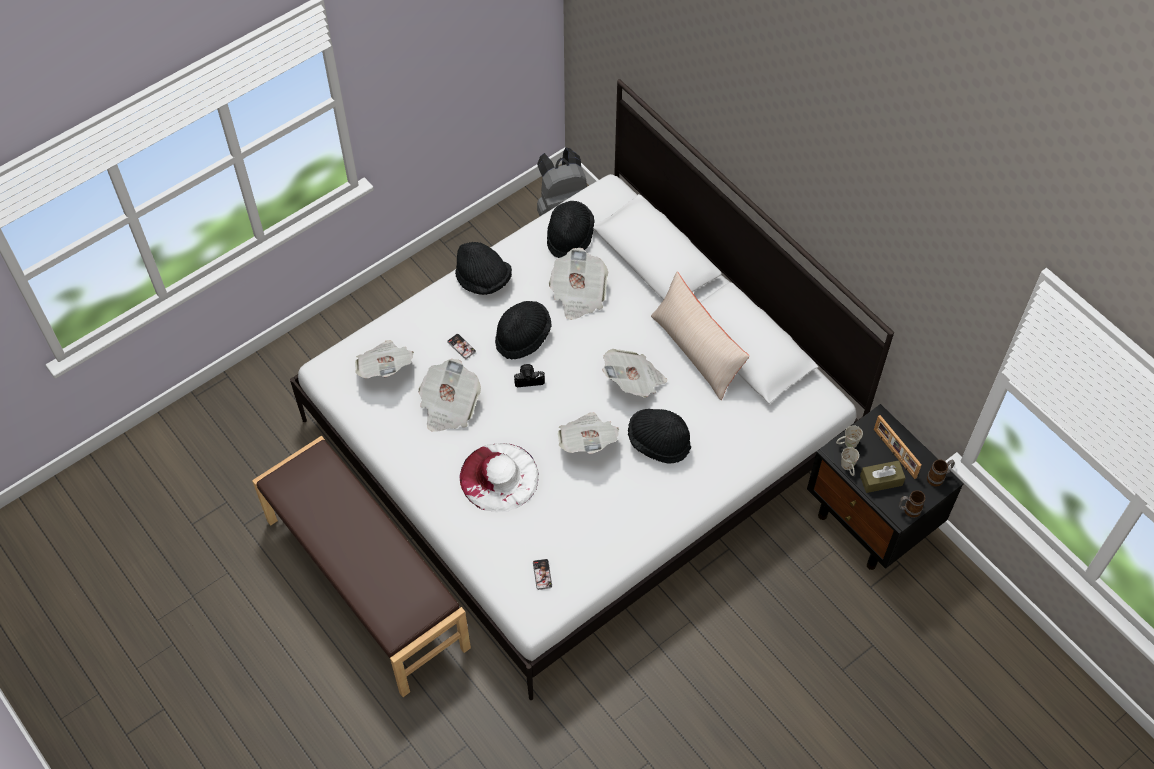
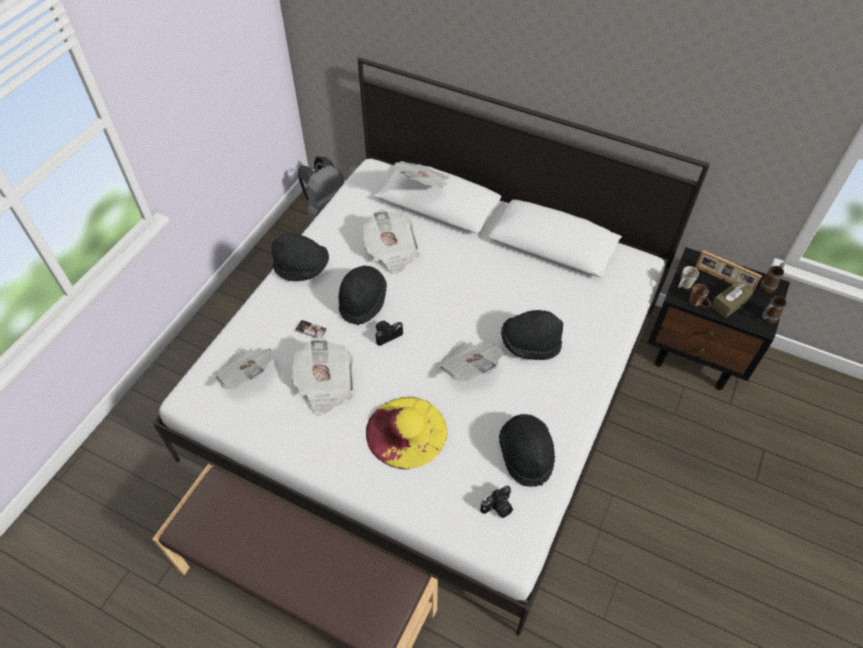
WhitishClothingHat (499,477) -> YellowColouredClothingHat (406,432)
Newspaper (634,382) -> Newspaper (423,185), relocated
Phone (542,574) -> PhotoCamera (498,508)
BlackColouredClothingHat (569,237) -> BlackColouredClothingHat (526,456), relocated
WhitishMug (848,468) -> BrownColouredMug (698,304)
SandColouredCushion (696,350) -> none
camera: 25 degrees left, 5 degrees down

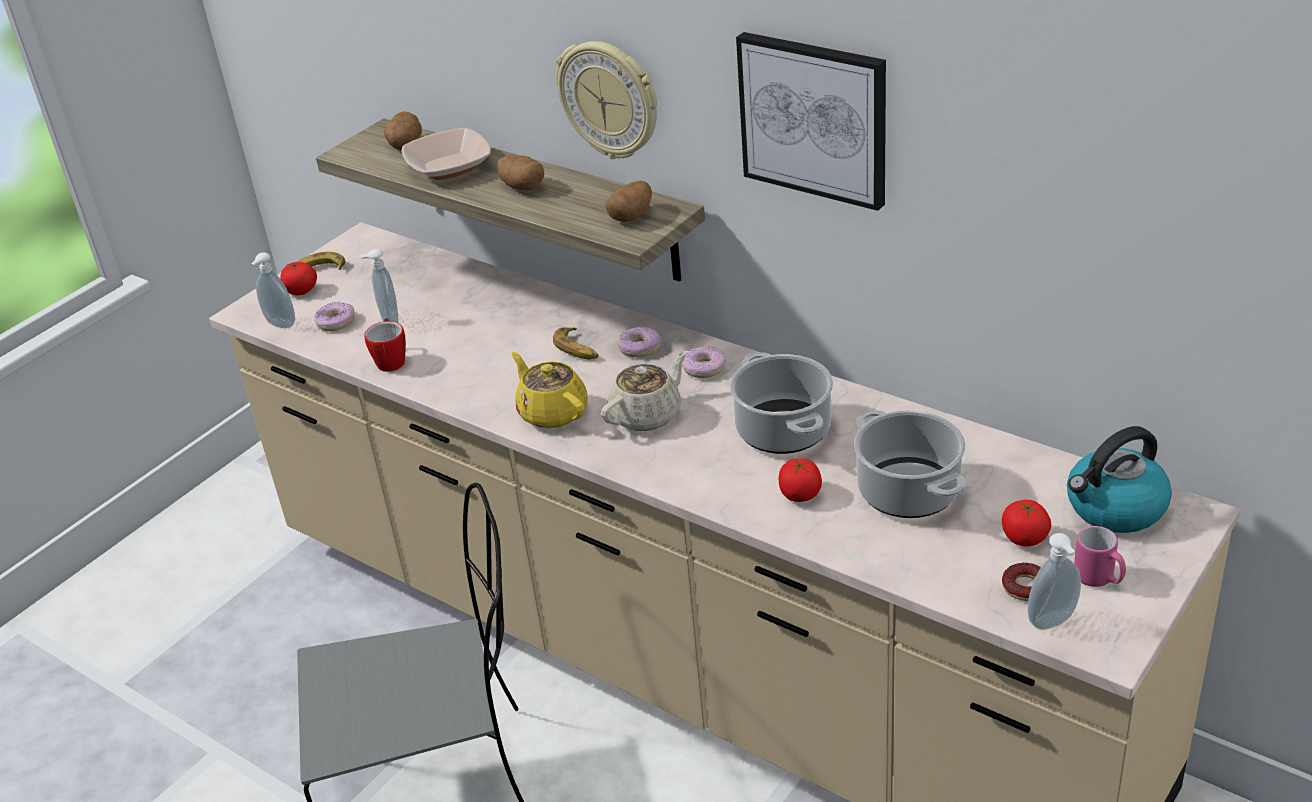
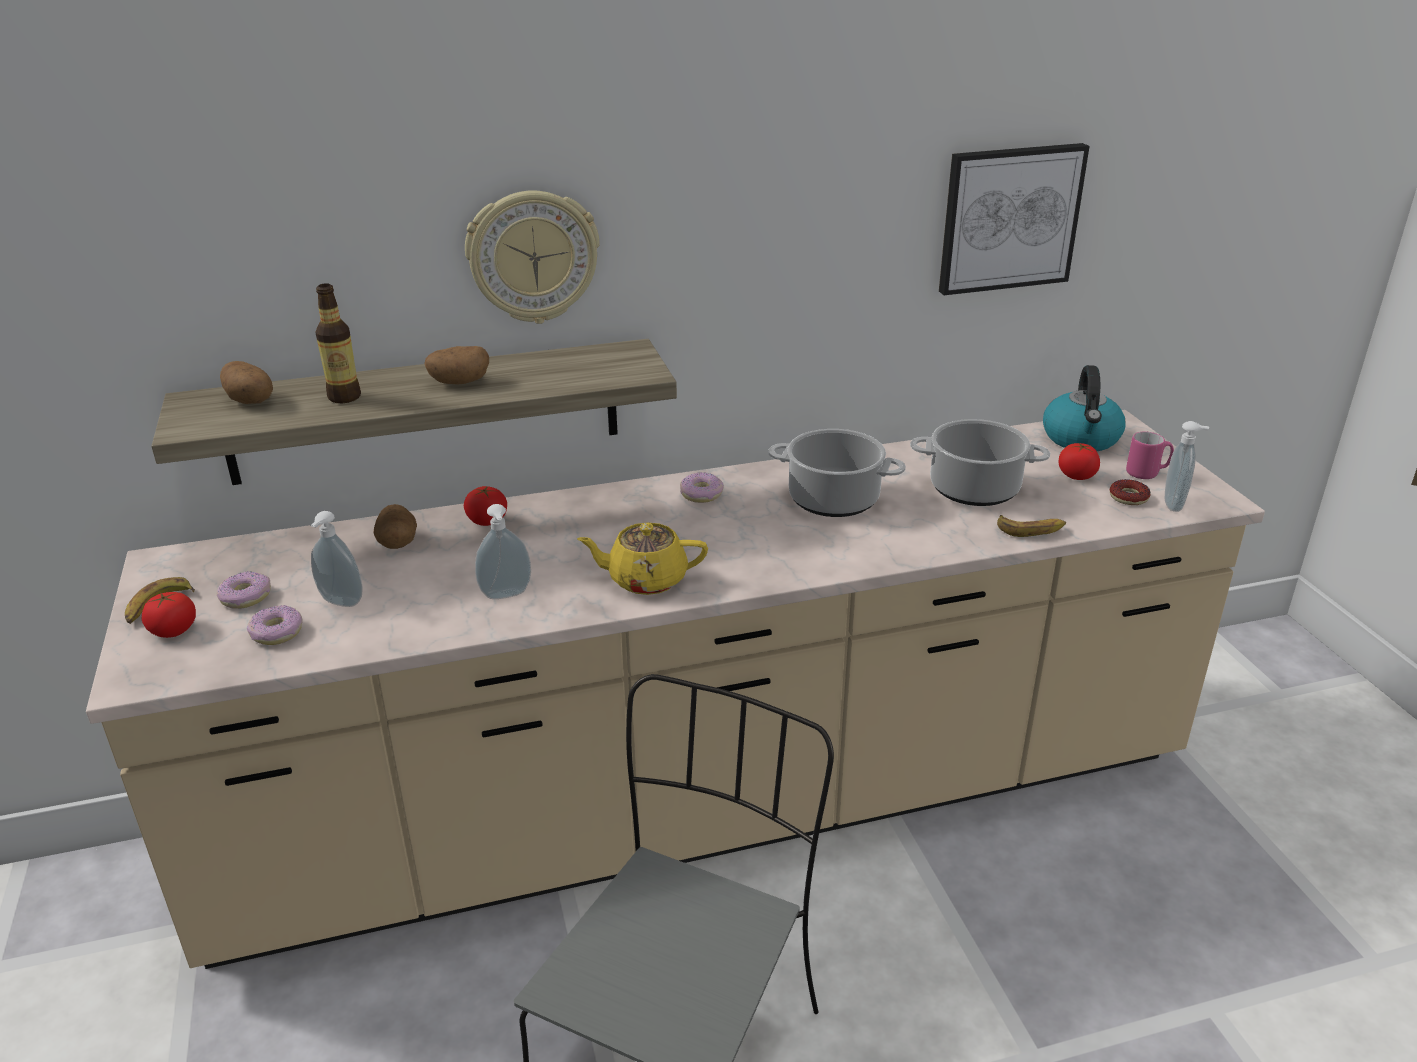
Donut (639,348) -> Donut (245,597), relocated
Bowl (449,167) -> DrinkBottle (344,397)
Potato (631,216) -> Potato (397,542), relocated
WholeTomato (800,494) -> WholeTomato (487,521), relocated
LiquidSoapBottle (279,325) -> LiquidSoapBottle (506,595), relocated
Picture (814,118) -> Picture (1009,218), relocated
WholeBanana (577,349) -> WholeBanana (1031,530), relocated
Mug (391,360) -> none
SandColouredPotForTea (647,415) -> none
camera: 55 degrees left, 5 degrees down

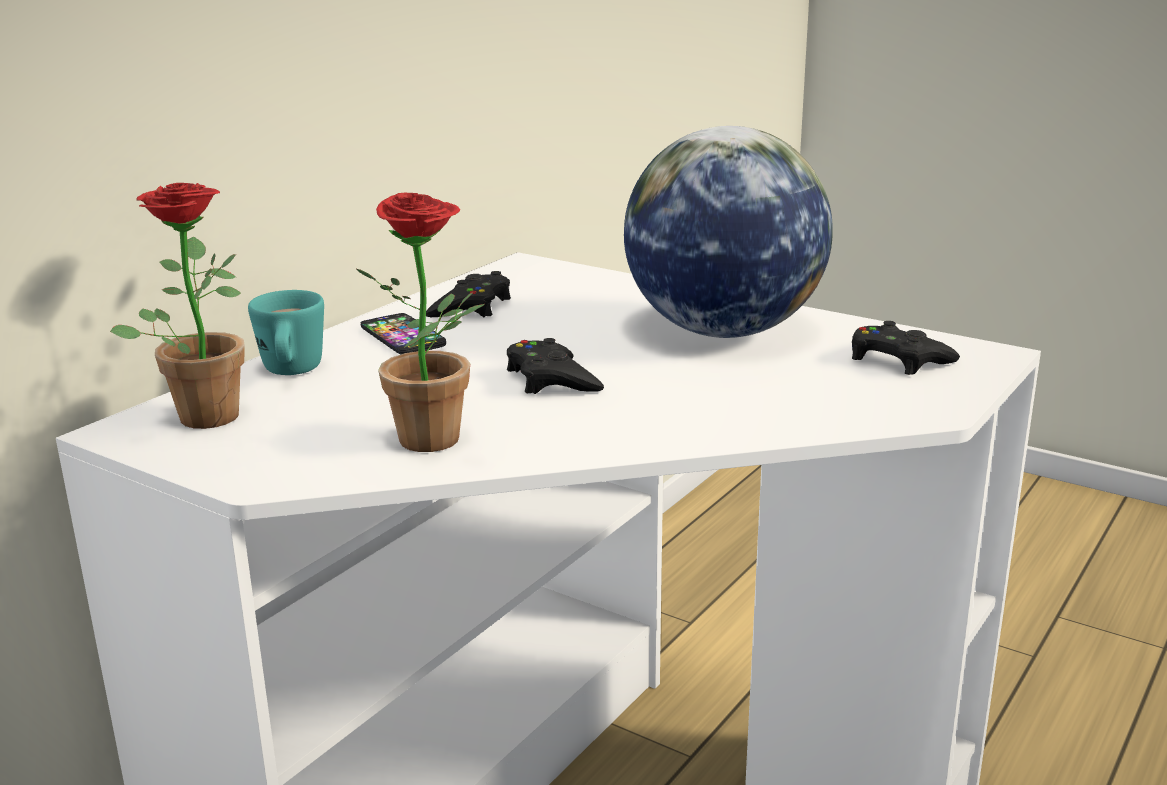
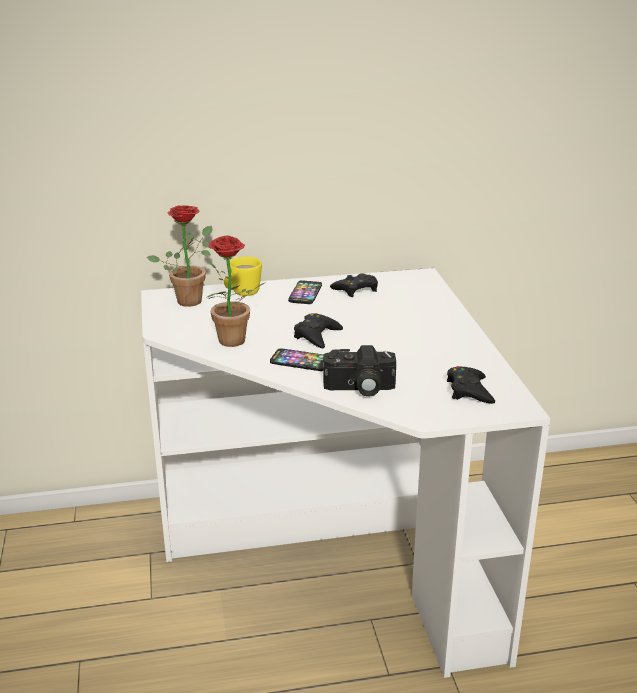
TurquoiseMug (291,373) -> YellowColouredMug (242,294)
none -> Phone (300,361)
none -> PhotoCamera (359,388)
WorldGlobe (722,331) -> none
camera: 45 degrees right, 5 degrees up

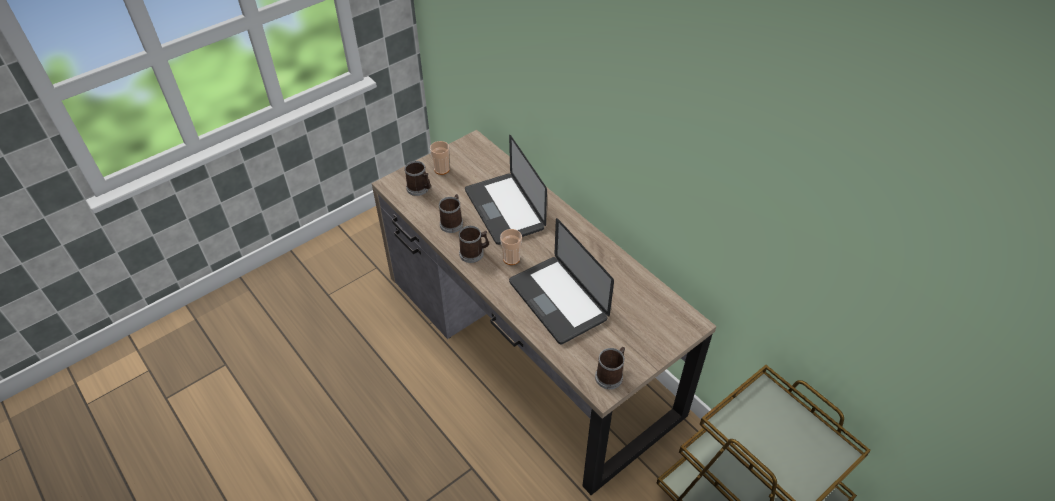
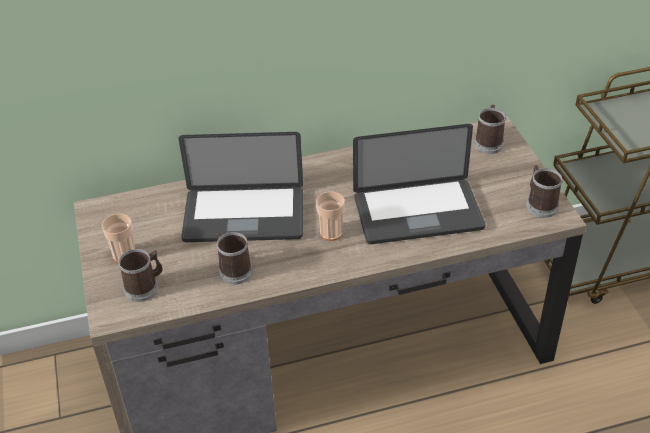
Mug (474,253) -> Mug (488,142), relocated
camera: 65 degrees left, 5 degrees down

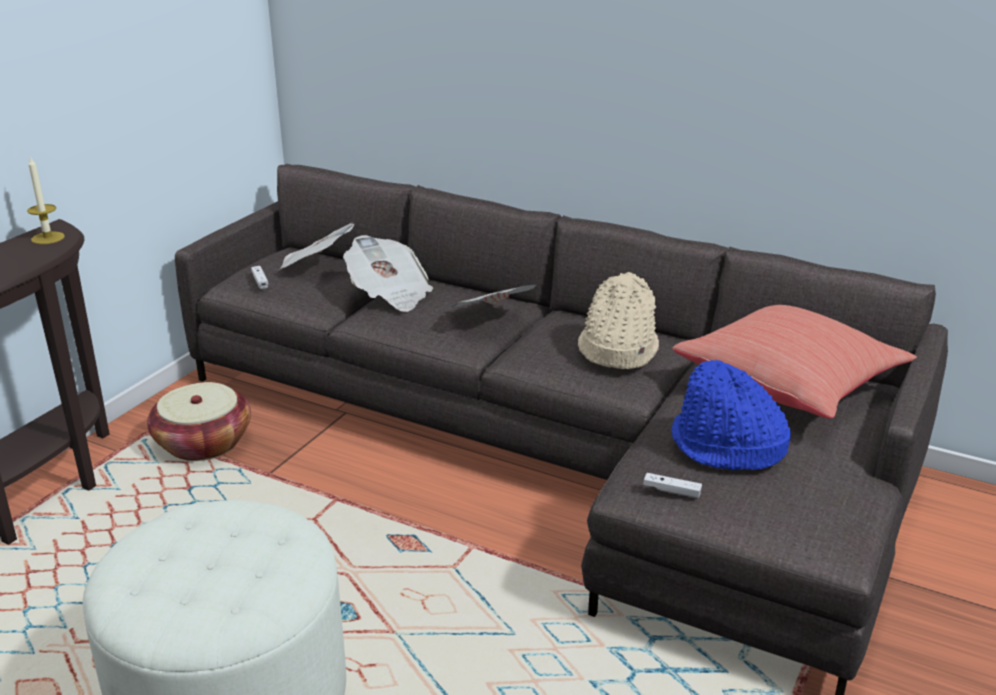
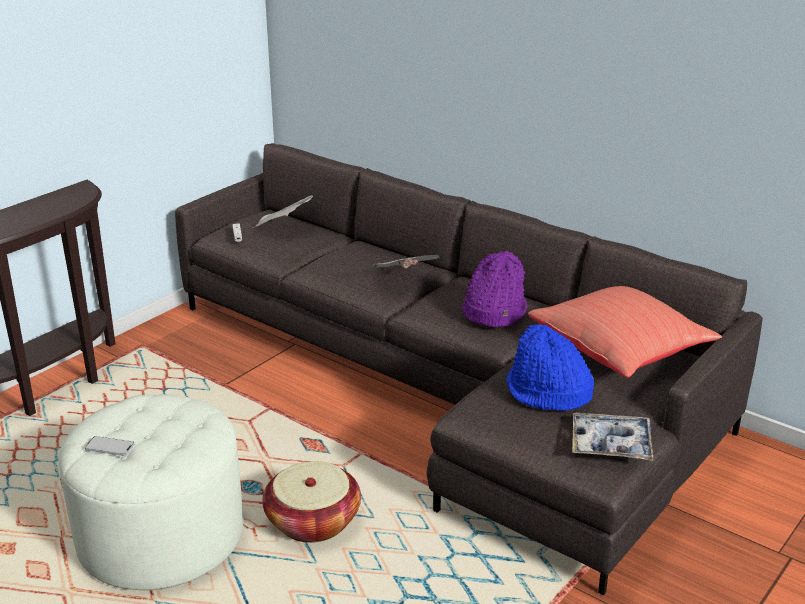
none -> Phone (109,447)
HouseholdBasket (203,443) -> HouseholdBasket (313,521), relocated
SandColouredClothingHat (616,349) -> PurpleColouredClothingHat (493,311)
none -> Tray (611,444)
WaxCandle (48,238) -> none
Newspaper (389,294) -> none
WhitishGameController (671,491) -> none
camera: 10 degrees right, 0 degrees up

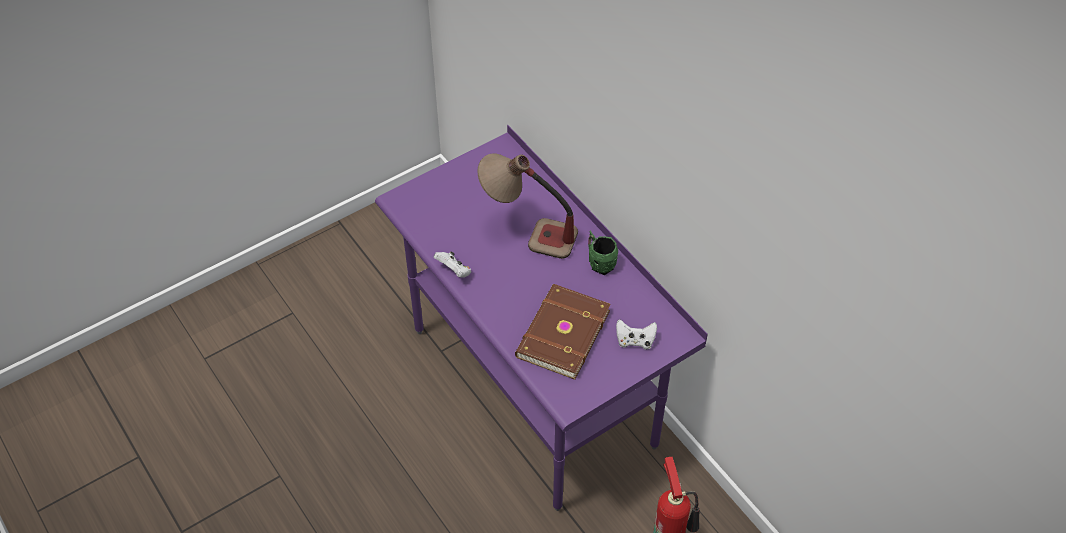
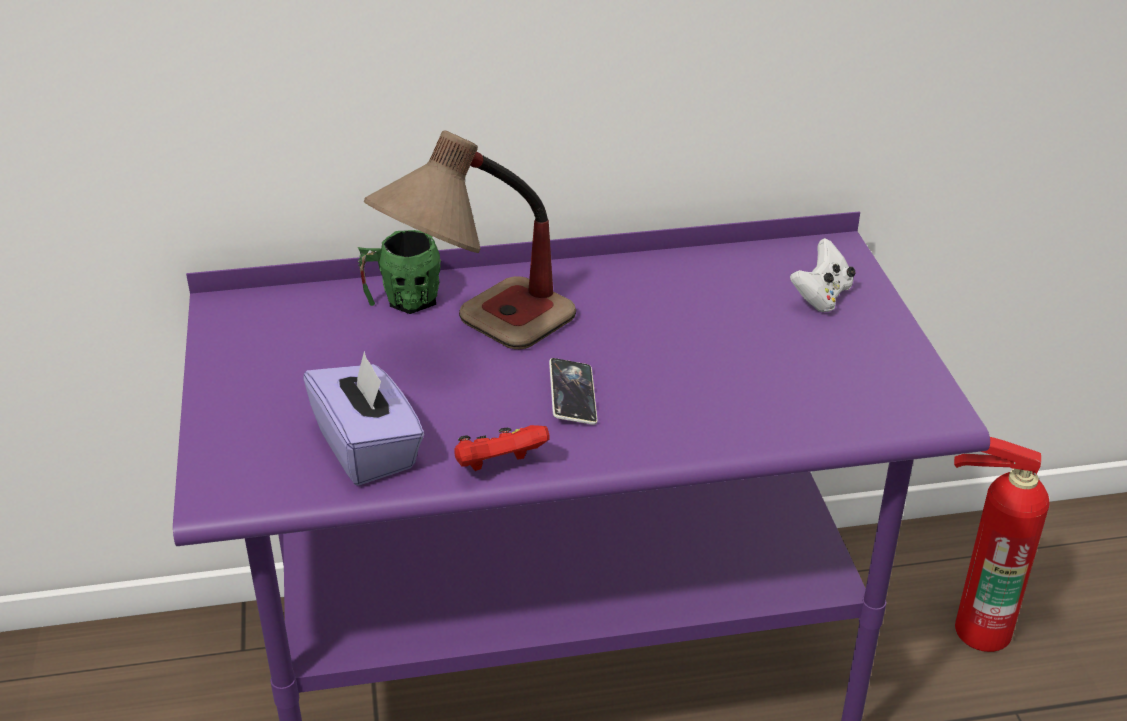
none -> PurpleColouredTissueBox (368,448)
GreenMug (599,262) -> GreenMug (402,301), relocated
WhitishGameController (454,271) -> RedColouredGameController (499,466)
none -> Phone (572,396)
BrownColouredVolume (561,334) -> none
camera: 65 degrees left, 15 degrees down

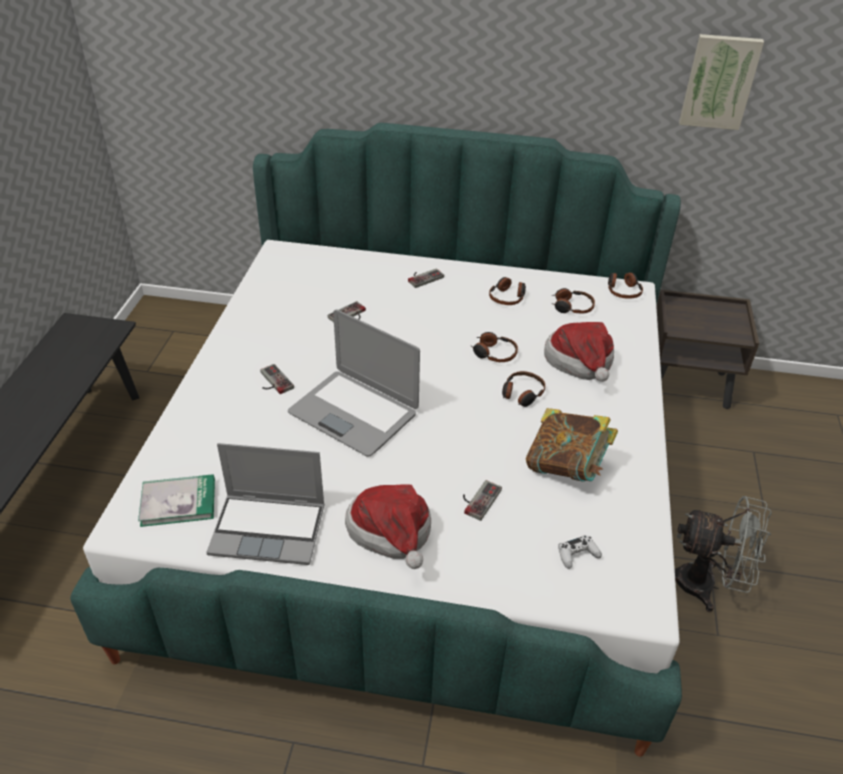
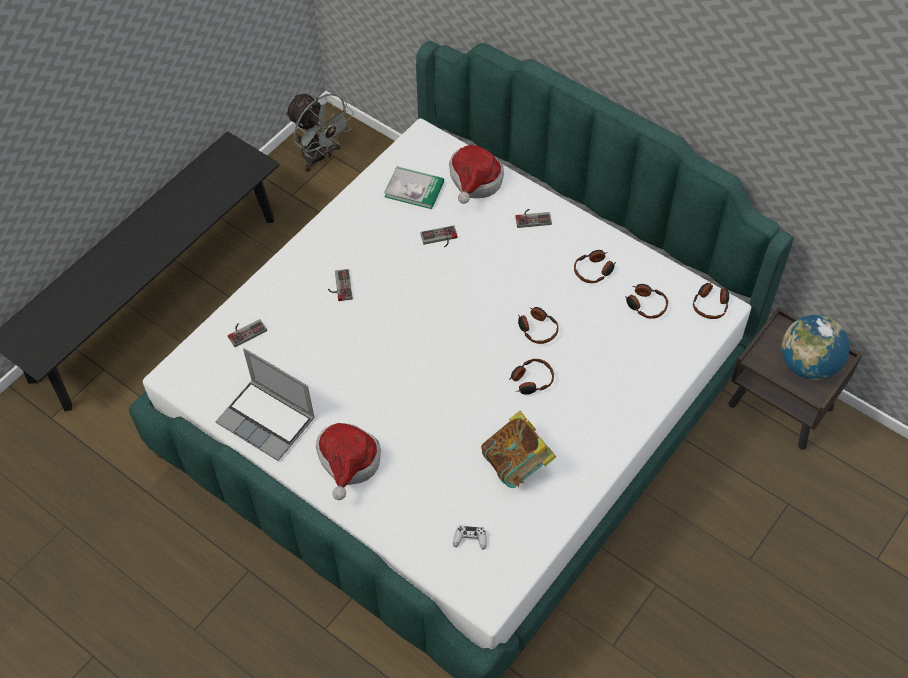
GameController (478,499) -> GameController (245,331), relocated
GreyishFan (706,585) -> GreyishFan (320,157), relocated
Volume (178,502) -> Volume (414,189), relocated
ClothingHat (580,364) -> ClothingHat (474,182), relocated
none -> WorldGlobe (808,365)
PortableComputer (354,413) -> none
Picture (719,81) -> none
camera: 30 degrees right, 15 degrees up

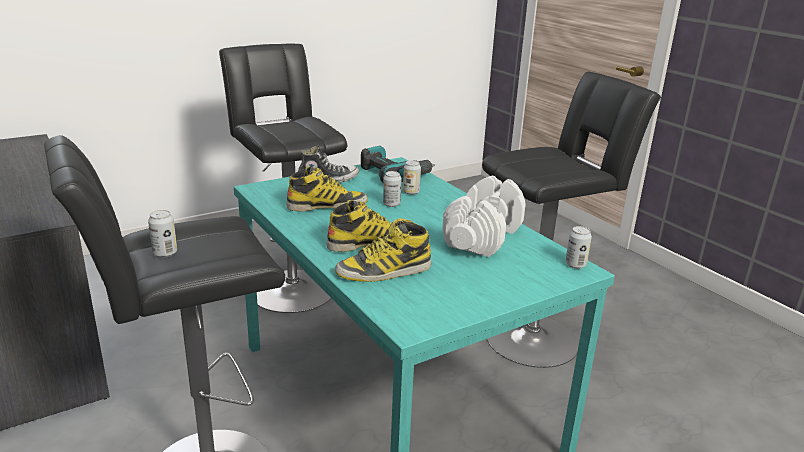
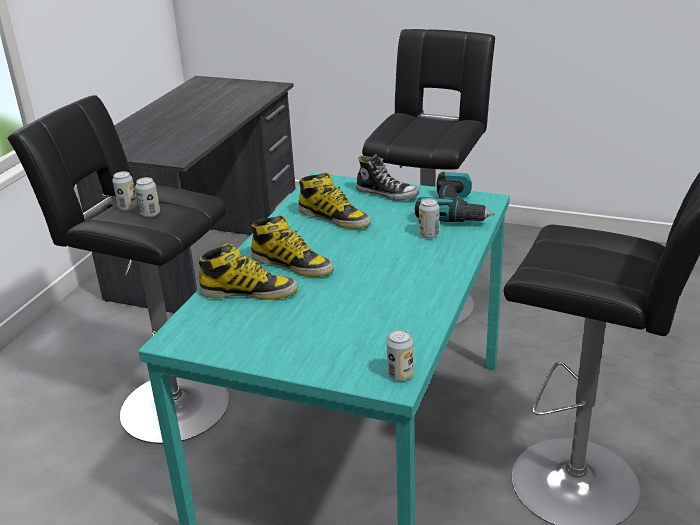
SealedCan (391,204) -> SealedCan (150,214), relocated
Boot (384,271) -> Boot (249,292), 150 degrees clockwise
WhitishDumbbell (482,236) -> none
camera: 55 degrees right, 5 degrees up

